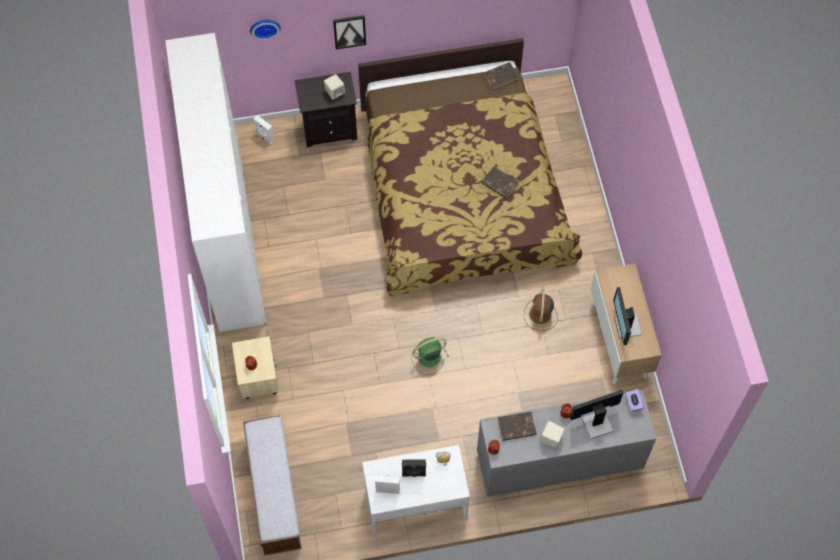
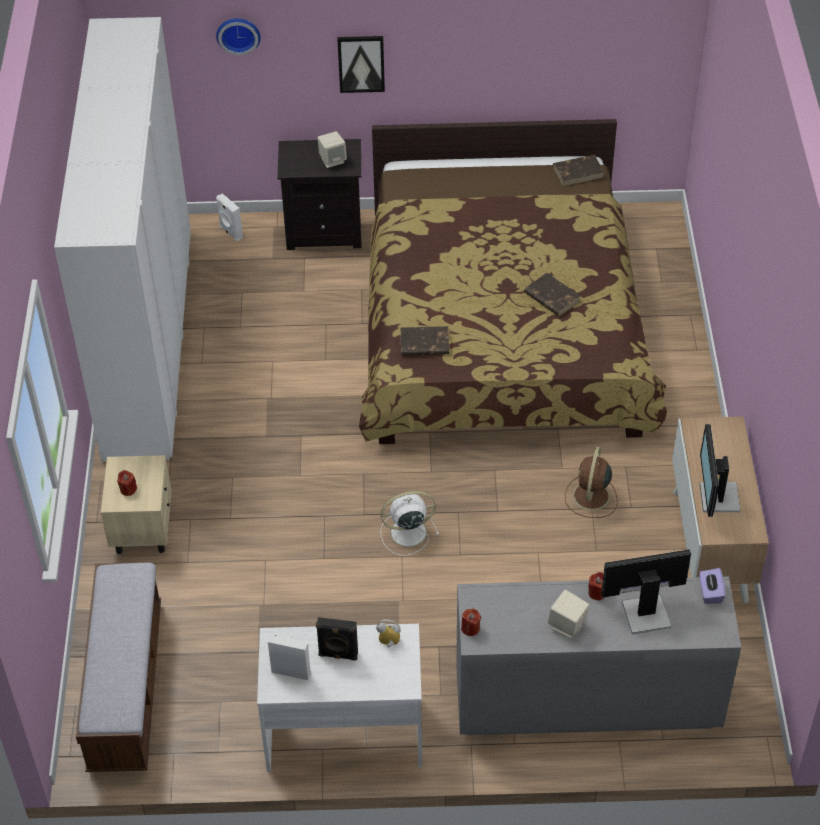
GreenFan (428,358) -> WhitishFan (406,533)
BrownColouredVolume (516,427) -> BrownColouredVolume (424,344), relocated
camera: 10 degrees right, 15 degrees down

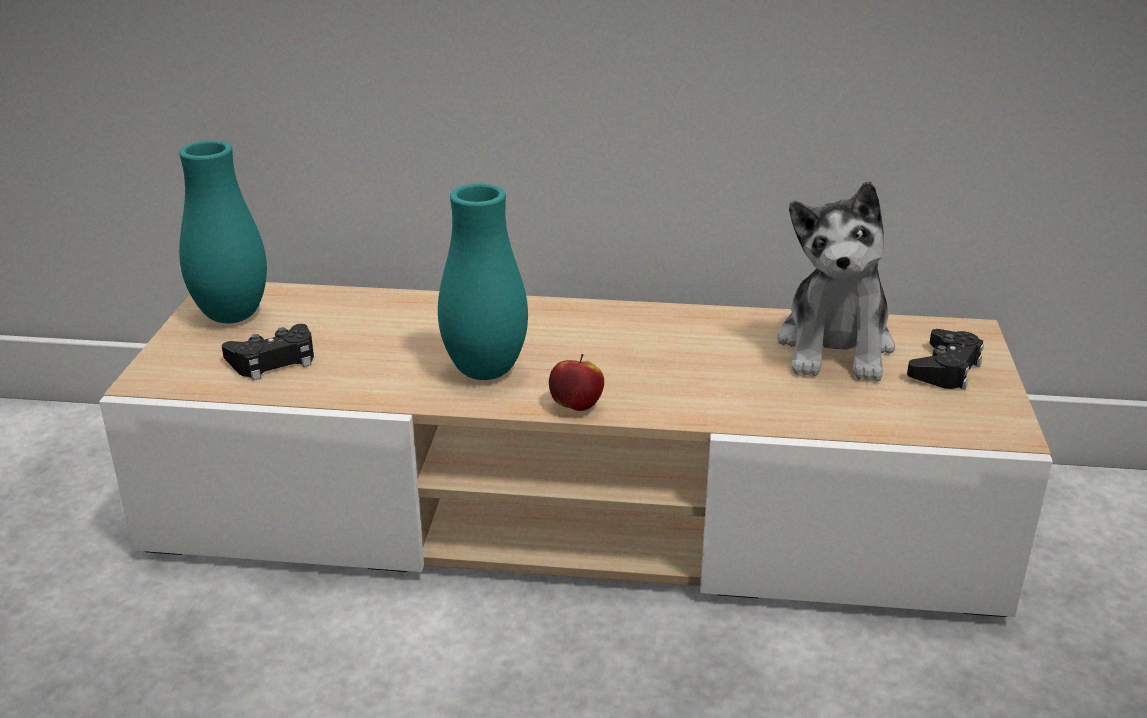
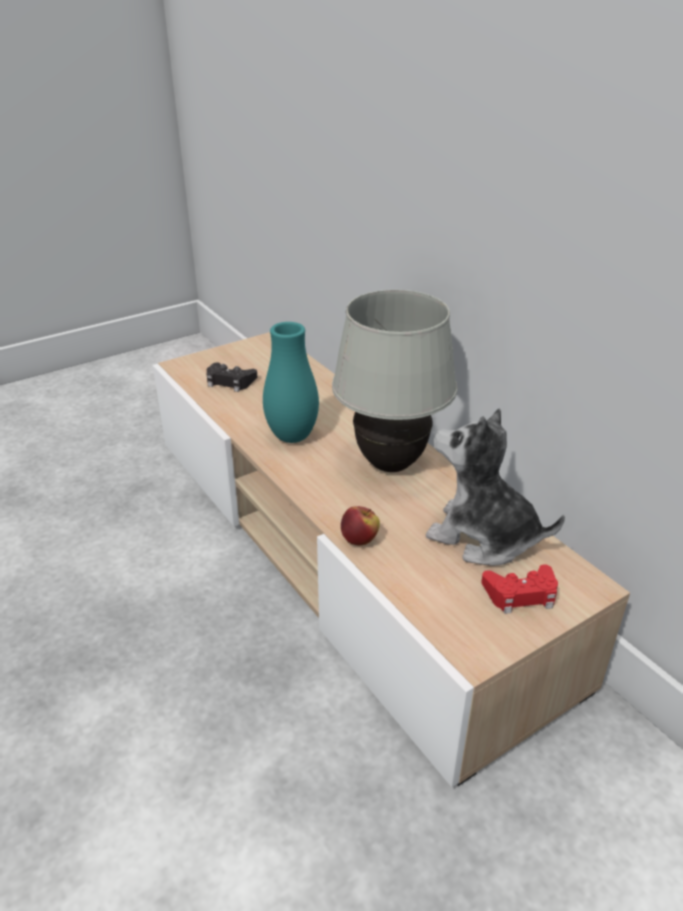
none -> WhitishTableLamp (391,464)
AppleFruit (576,406) -> AppleFruit (359,539), relocated
PlushToy (836,347) -> PlushToy (482,537), 60 degrees clockwise
BlackColouredGameController (945,369) -> RedColouredGameController (521,594)
TurquoiseDecorativeVase (232,316) -> none
camera: 50 degrees right, 5 degrees up

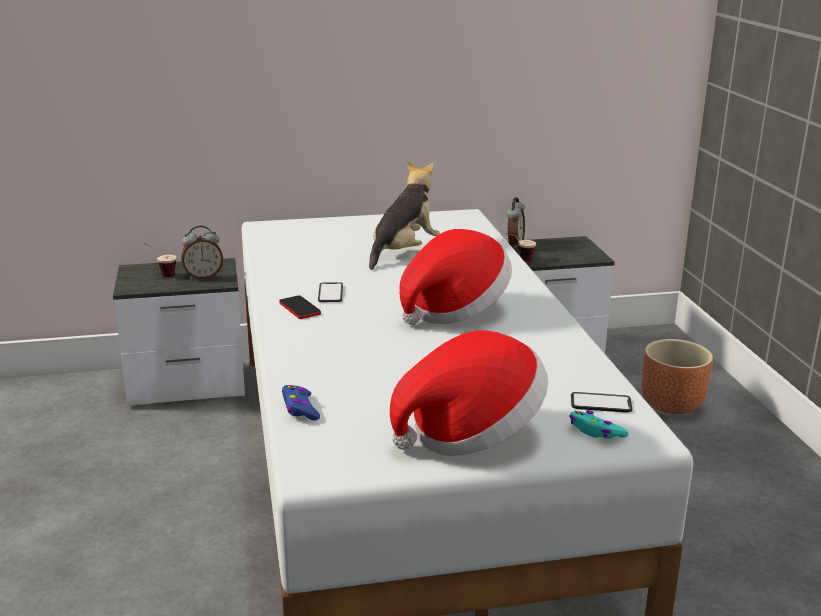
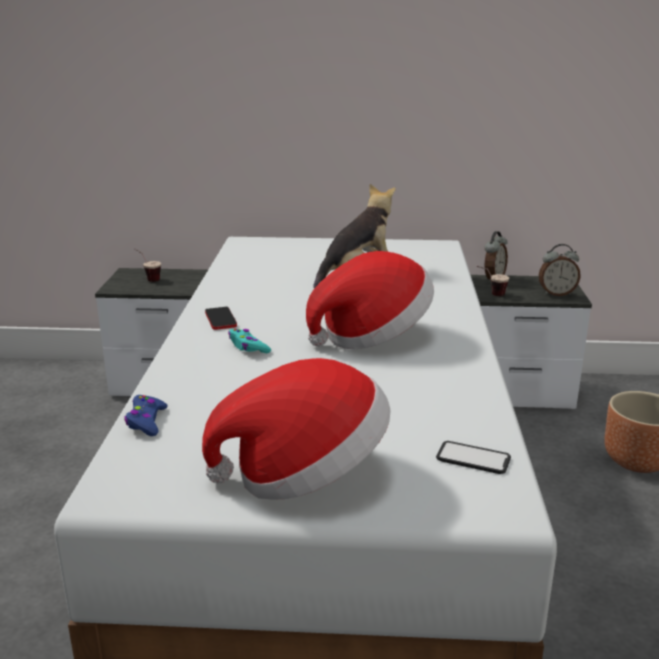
TurquoiseGameController (595,431) -> TurquoiseGameController (248,347), relocated
AlarmClock (203,277) -> AlarmClock (556,294), relocated
Phone (330,293) -> none
camera: 15 degrees right, 0 degrees up

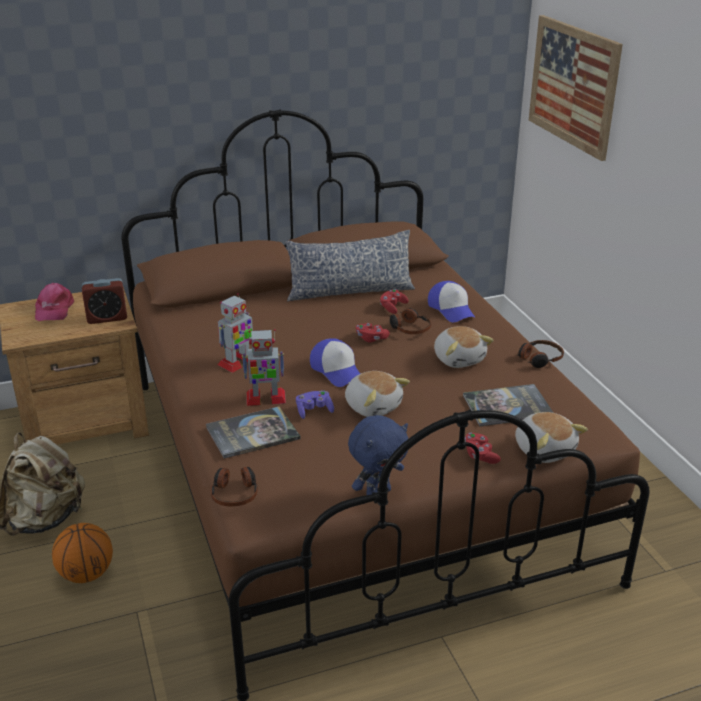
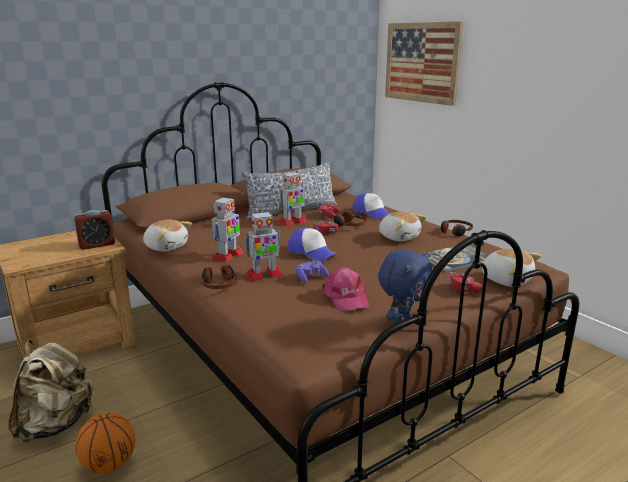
PlushToy (373,406) -> PlushToy (166,247), relocated
Headphones (235,493) -> Headphones (219,284), relocated
none -> ToyRobot (292,222)
PinkPeakedCap (54,309) -> PinkPeakedCap (346,297), relocated
Volume (252,433) -> none
camera: 15 degrees left, 10 degrees down

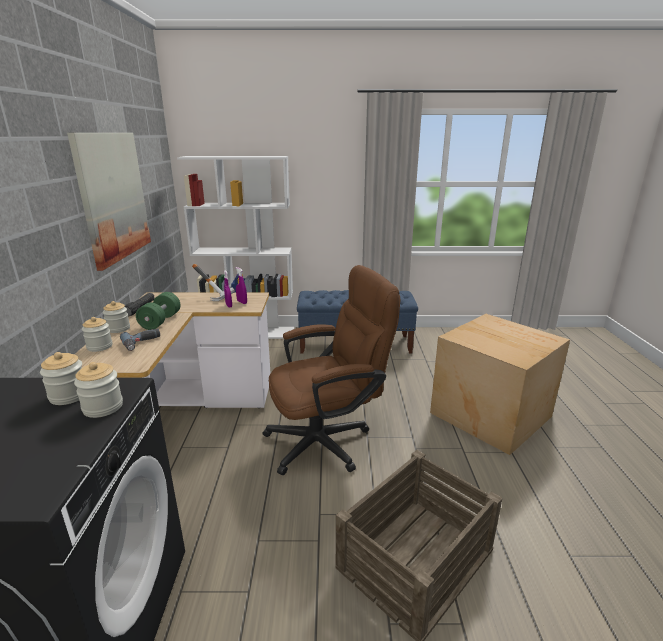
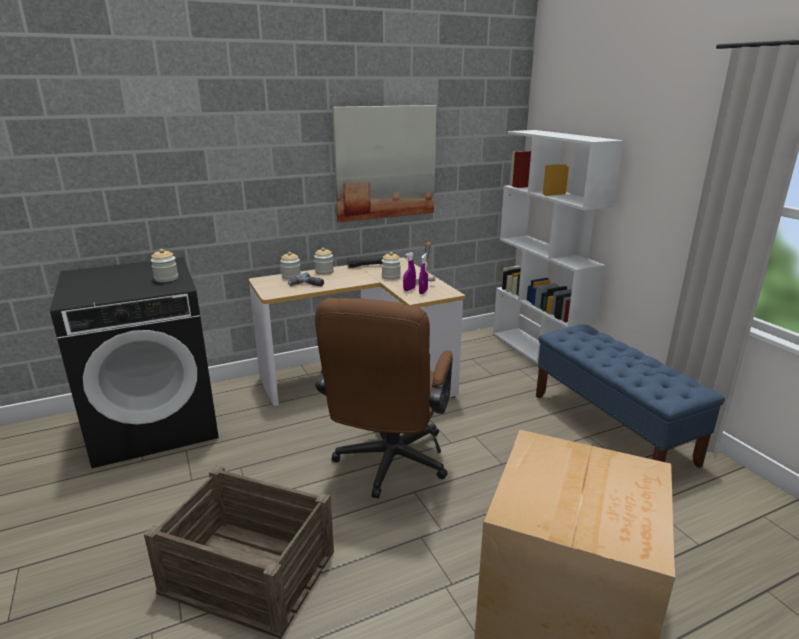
BrownColouredComputerChair (328,440) -> BrownColouredComputerChair (388,465), 60 degrees clockwise
Jar (103,407) -> Jar (391,277), relocated
GreenDumbbell (160,321) -> none
camera: 65 degrees right, 0 degrees up

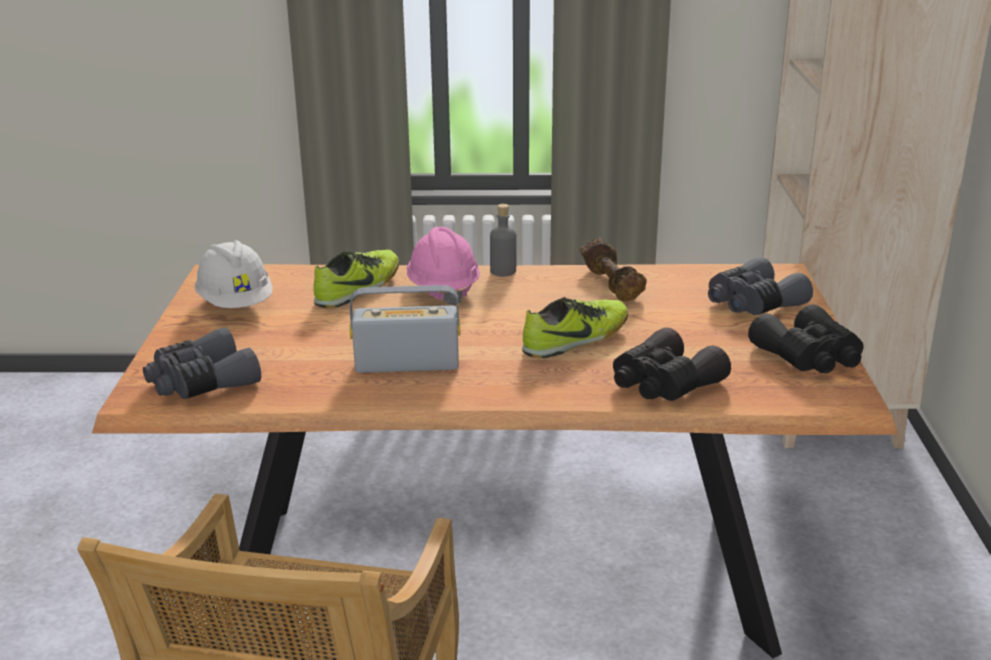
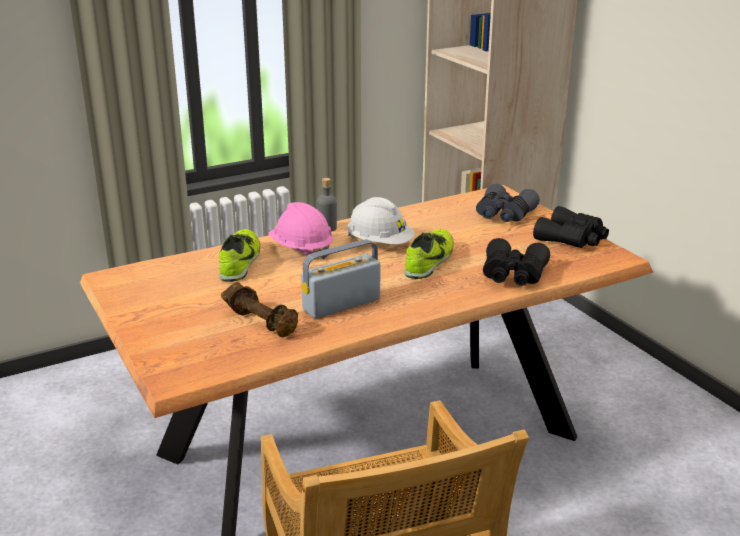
BrownColouredDumbbell (612,285) -> BrownColouredDumbbell (262,322), relocated
WhitishWorkHelmet (236,304) -> WhitishWorkHelmet (380,244), relocated
GreyishPairOfBinoculars (201,382) -> none
camera: 30 degrees left, 0 degrees up

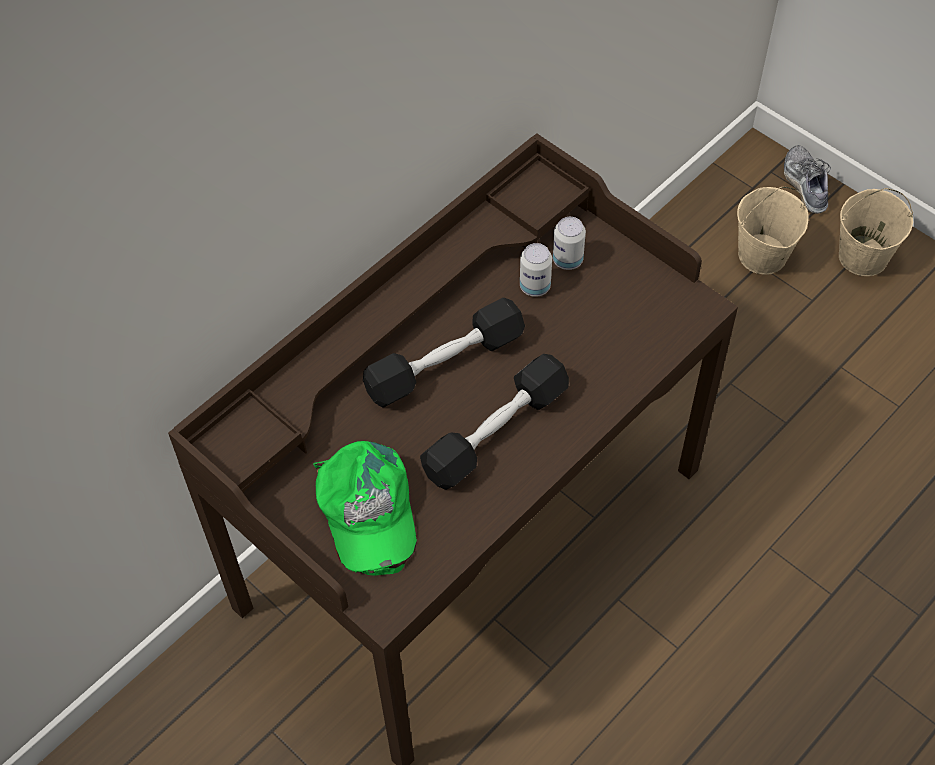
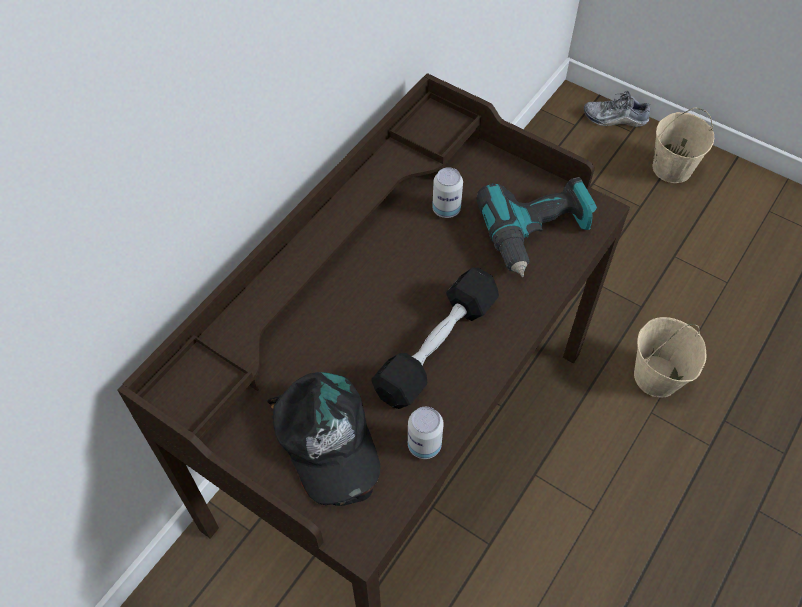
GreenPeakedCap (366,511) -> BlackColouredPeakedCap (326,441)
SealedCan (567,260) -> SealedCan (424,445), relocated
none -> PowerDrill (537,234)
LowShoe (805,185) -> LowShoe (615,118), 60 degrees counterclockwise
SandColouredBucket (763,256) -> SandColouredBucket (657,377), relocated
BlackColouredDumbbell (444,364) -> none
camera: 10 degrees left, 0 degrees up

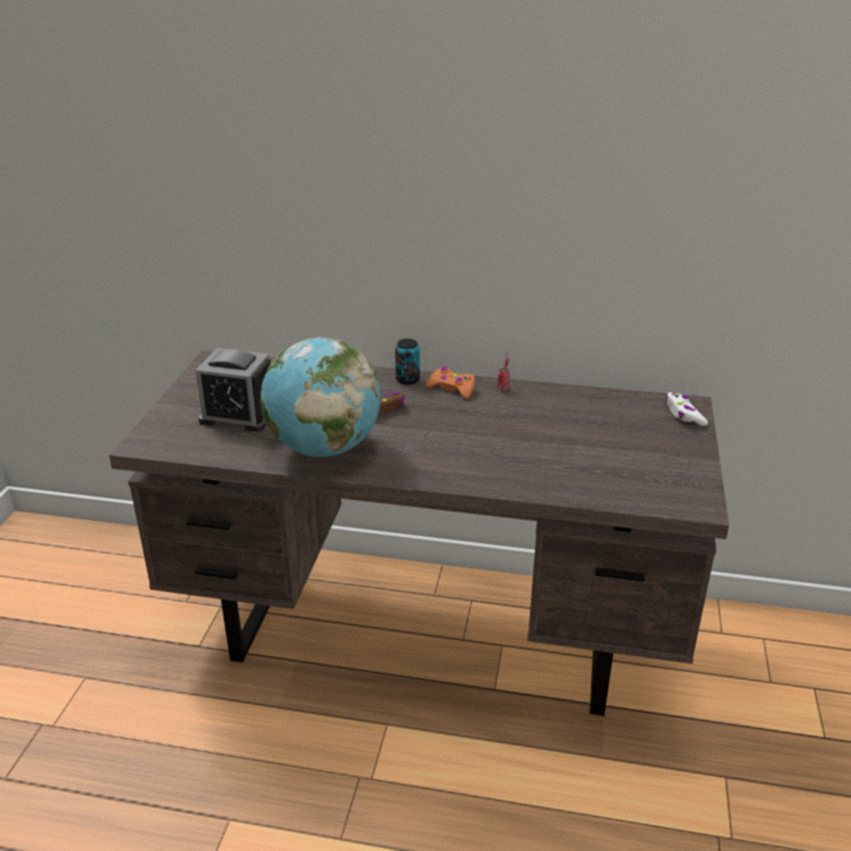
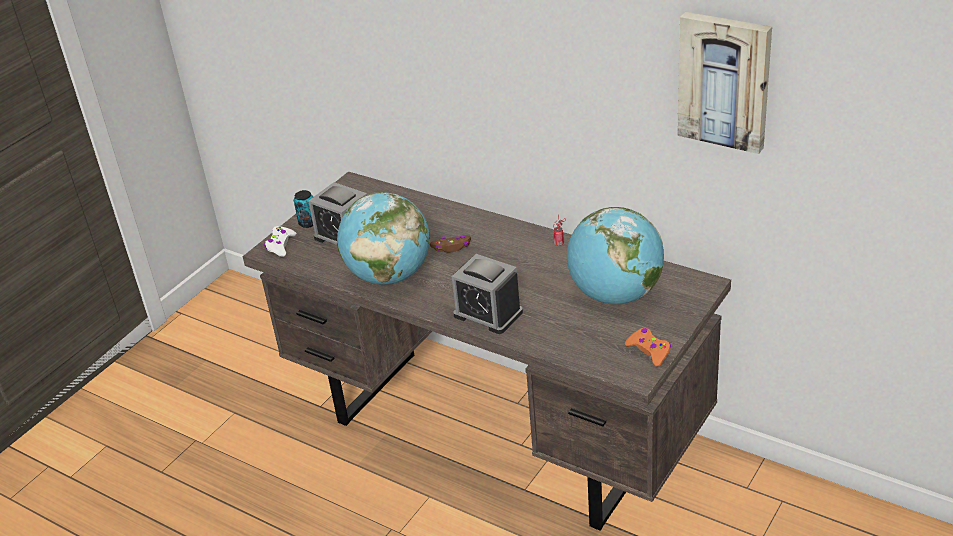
WhitishGameController (684,414) -> WhitishGameController (280,245), relocated
SealedCan (407,380) -> SealedCan (308,223), relocated
none -> AlarmClock (488,314)
none -> WorldGlobe (615,295)
OrangeyGameController (452,388) -> OrangeyGameController (649,351), relocated
none -> Picture (725,80)
camera: 25 degrees right, 5 degrees up

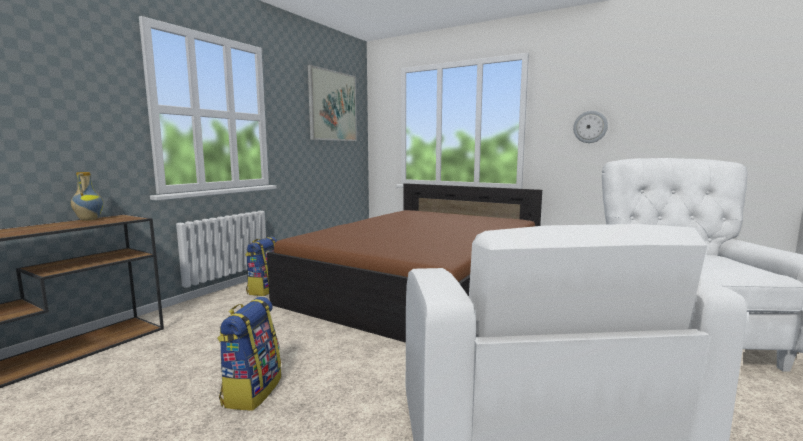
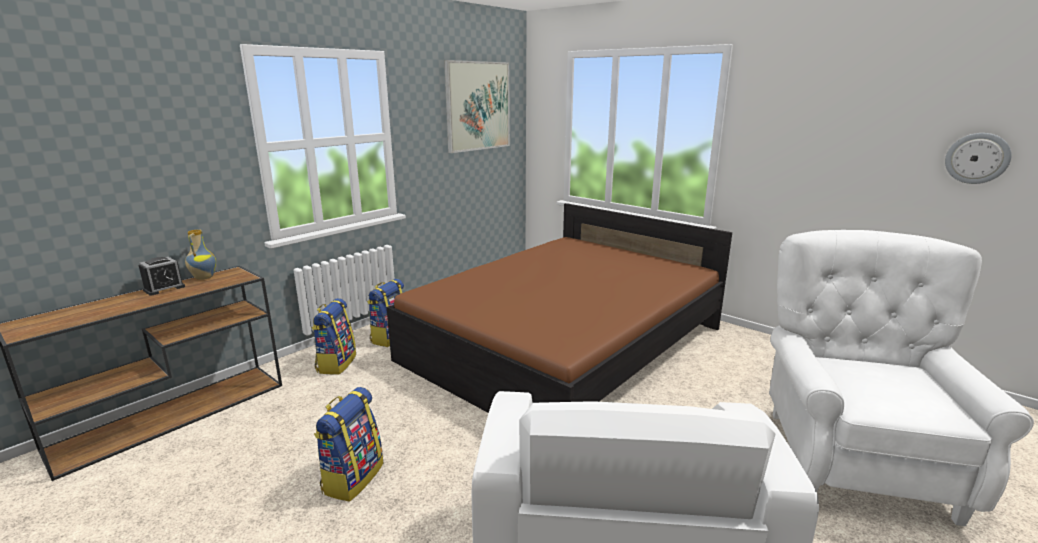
none -> AlarmClock (164,288)
none -> Backpack (336,363)
WallClock (590,127) -> WallClock (977,158), relocated
camera: 10 degrees right, 10 degrees up

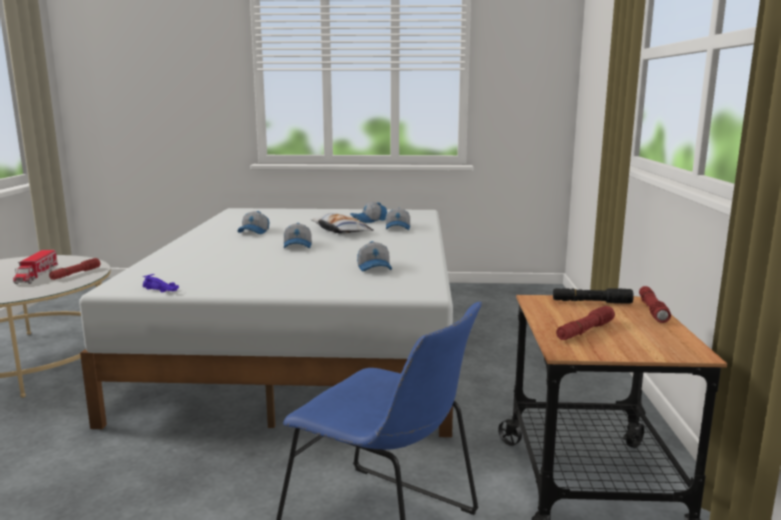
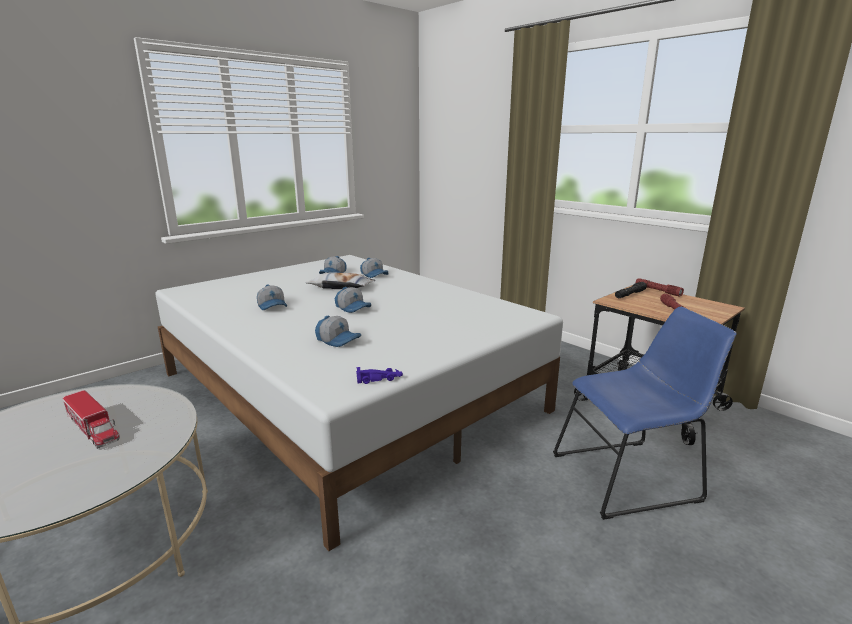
PeakedCap (375,268) -> PeakedCap (338,340), relocated
RedColouredFlashlight (75,274) -> none
camera: 45 degrees left, 5 degrees up

